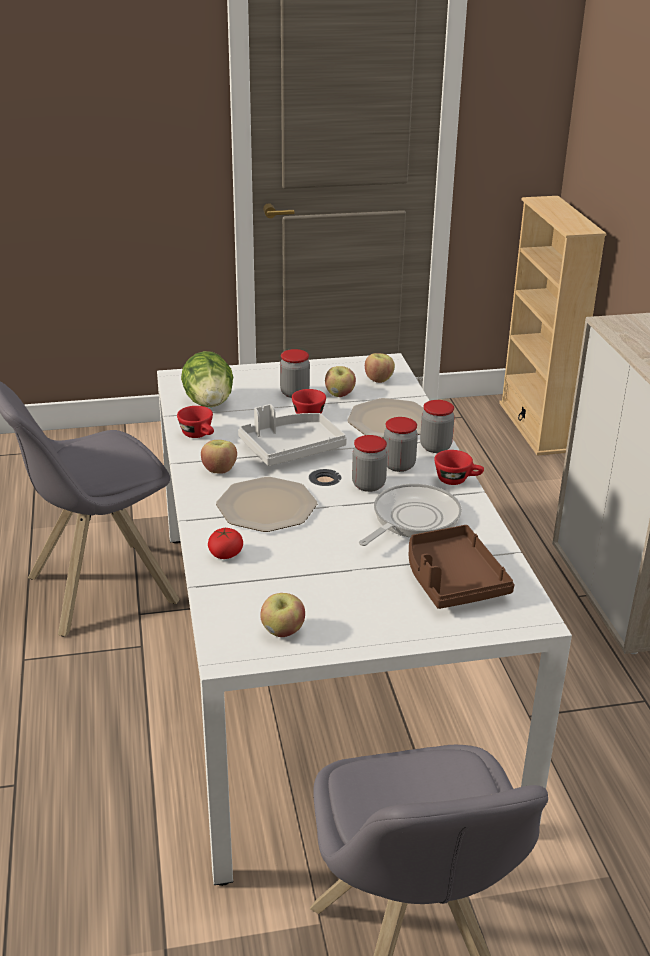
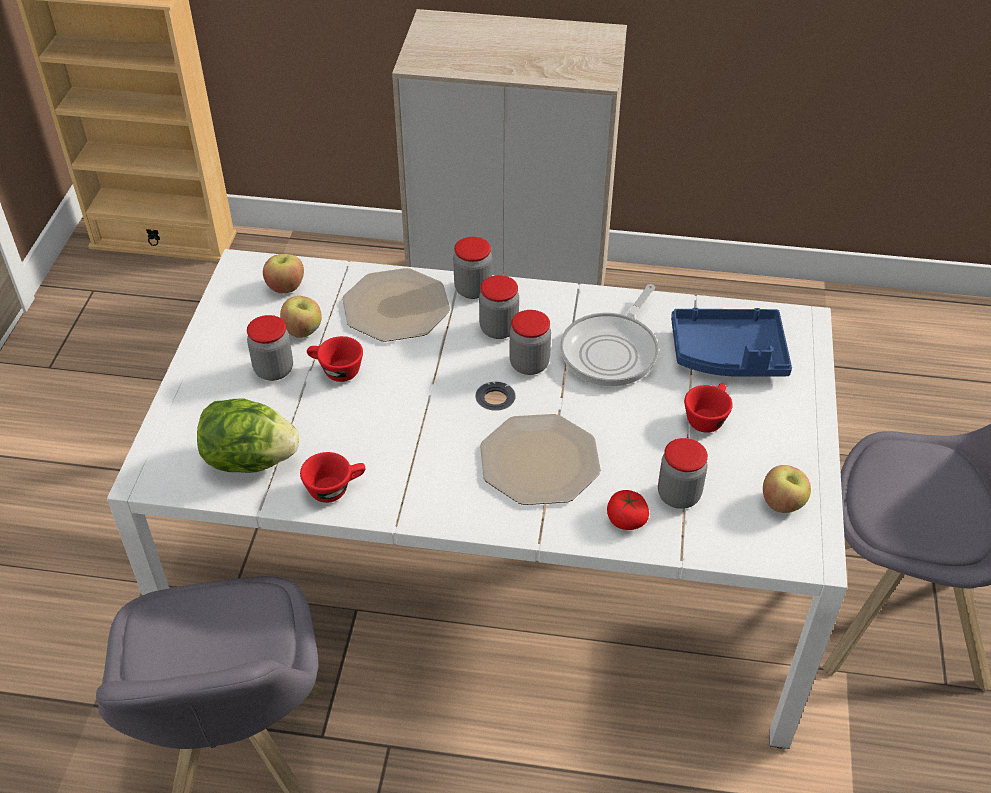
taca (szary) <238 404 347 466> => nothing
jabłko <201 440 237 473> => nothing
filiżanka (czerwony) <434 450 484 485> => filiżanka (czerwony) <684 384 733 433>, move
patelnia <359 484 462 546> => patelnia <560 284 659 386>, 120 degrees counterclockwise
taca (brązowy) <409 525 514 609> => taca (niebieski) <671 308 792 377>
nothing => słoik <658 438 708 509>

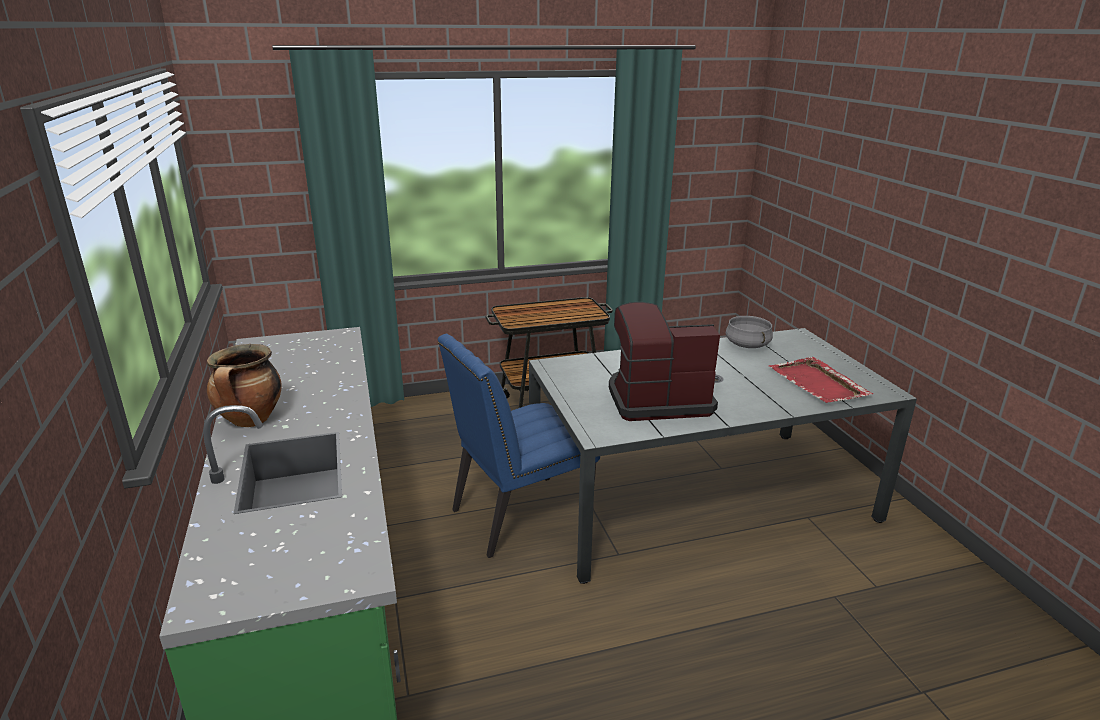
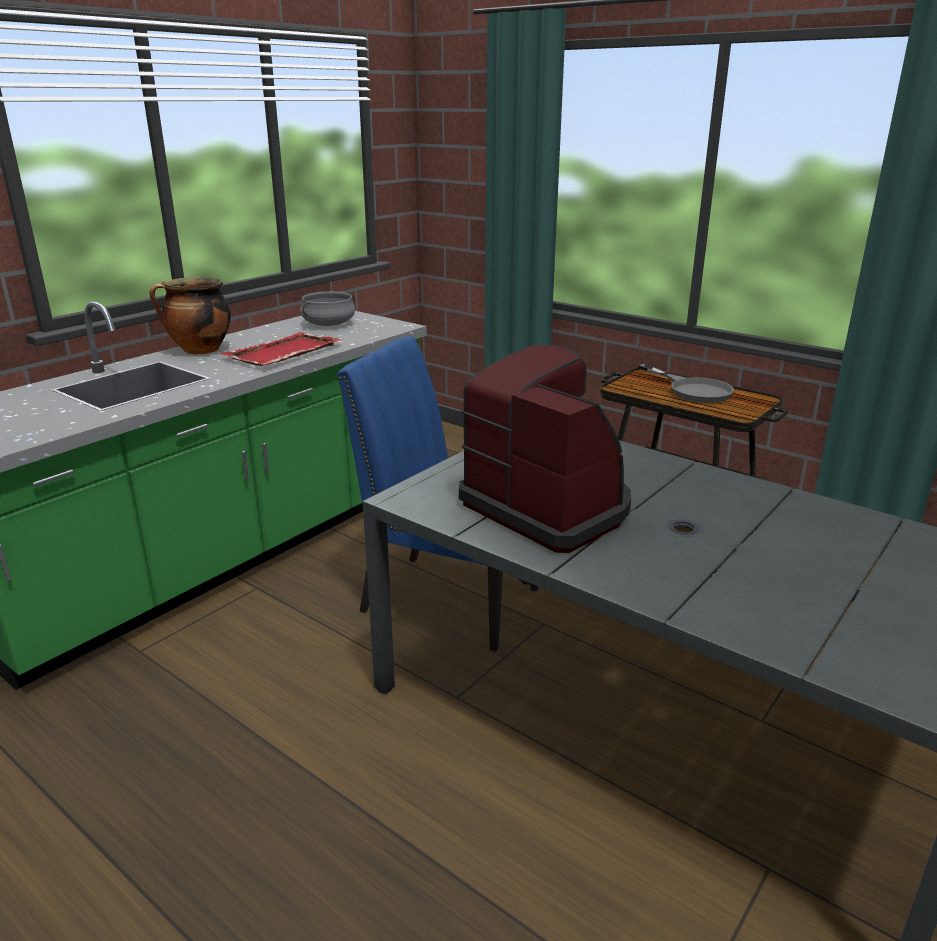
garnek (szary) <726 316 773 348> => garnek (szary) <300 291 355 326>, move
taca (czerwony) <769 357 873 403> => taca (czerwony) <219 332 343 366>, move
nothing => patelnia (szary) <638 364 734 403>

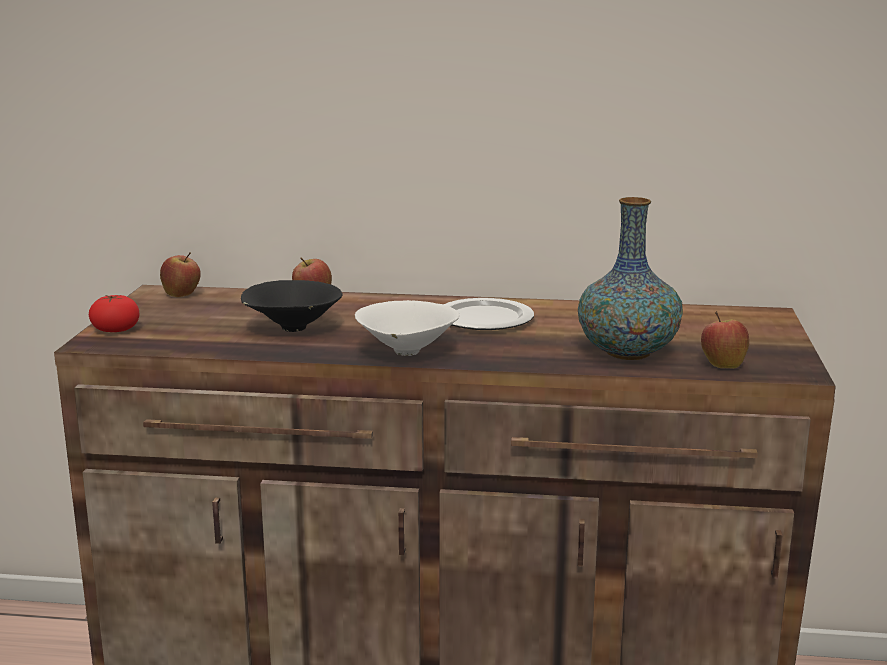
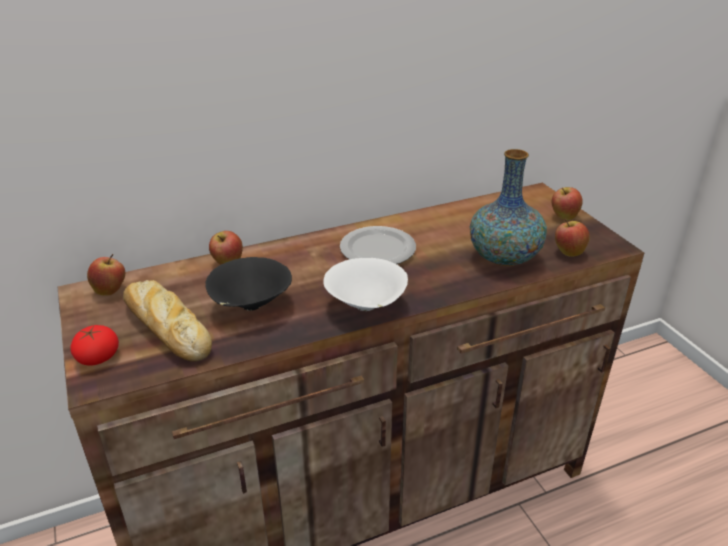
nothing => jabłko <552 187 583 220>
nothing => chleb <123 280 212 362>

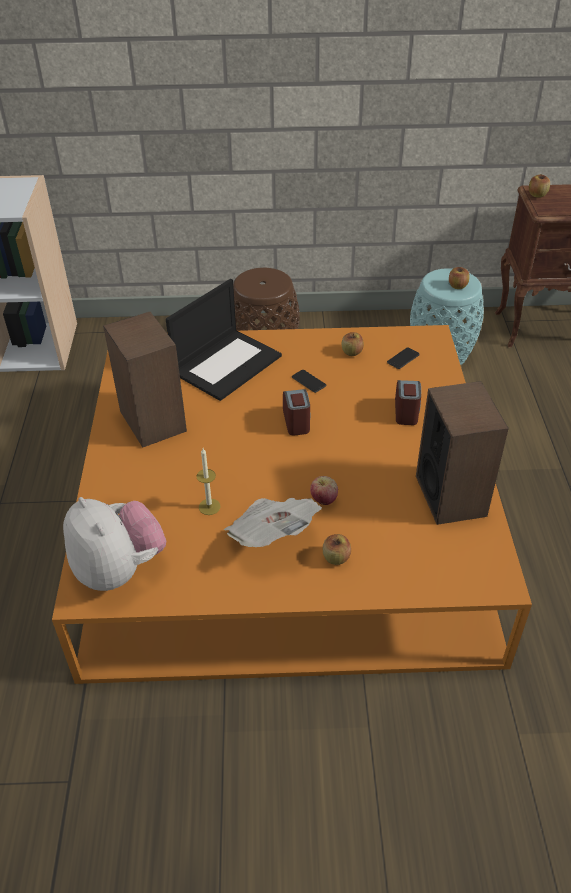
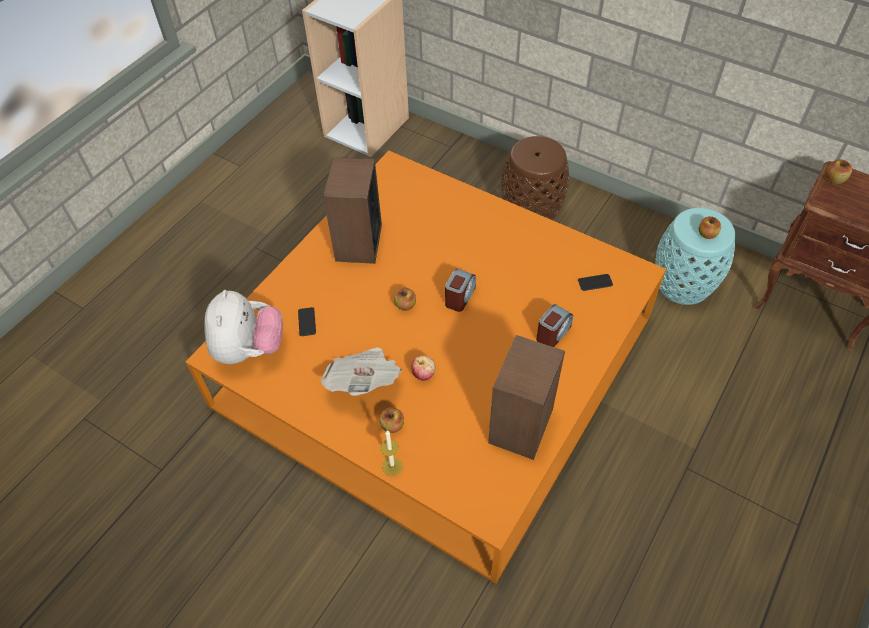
laptop <166 279 282 401> => nothing
jabłko <342 332 364 356> => jabłko <394 287 416 311>, move
telefon <292 370 326 393> => telefon <298 307 316 336>, move
świeca <196 448 220 515> => świeca <381 431 402 476>, move

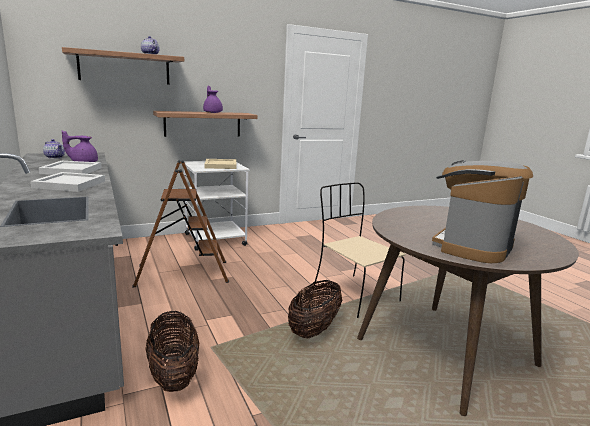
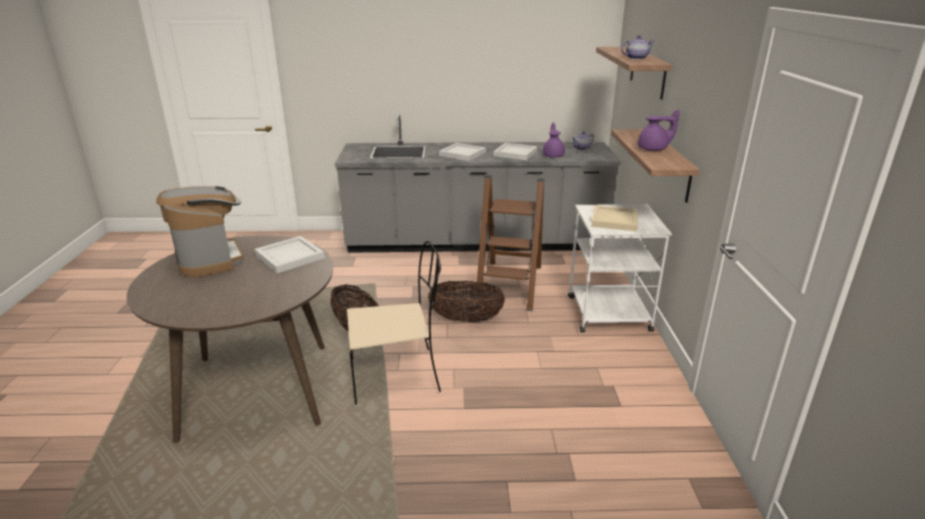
koszyk <146 311 199 392> => koszyk <428 281 505 322>, move
nothing => taca (biały) <254 236 325 273>

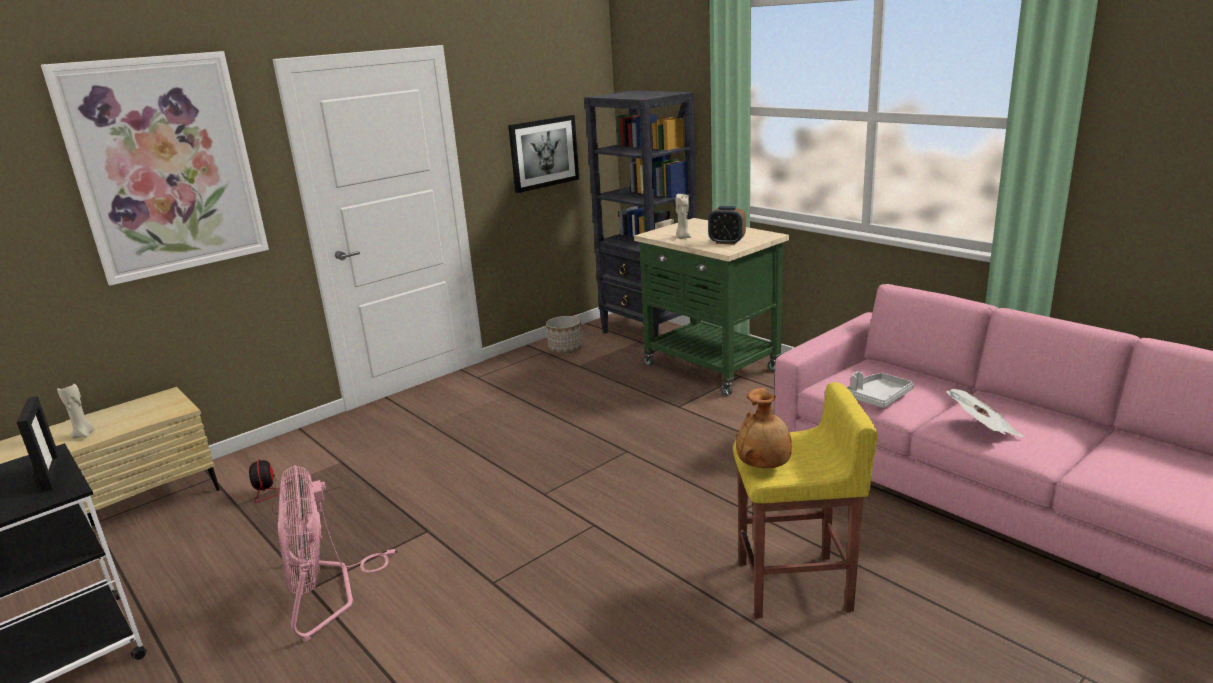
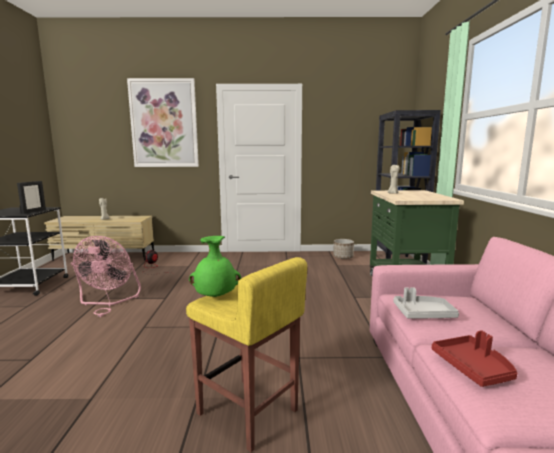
obraz <508 115 579 193> => nothing
budzik <708 206 746 245> => nothing
wazon (brązowy) <736 387 792 468> => wazon (zielony) <189 236 241 297>
gazeta <946 389 1024 437> => taca (czerwony) <432 331 517 387>
wentylator (różowy) <278 465 398 642> => wentylator (różowy) <71 236 141 317>, 75 degrees clockwise

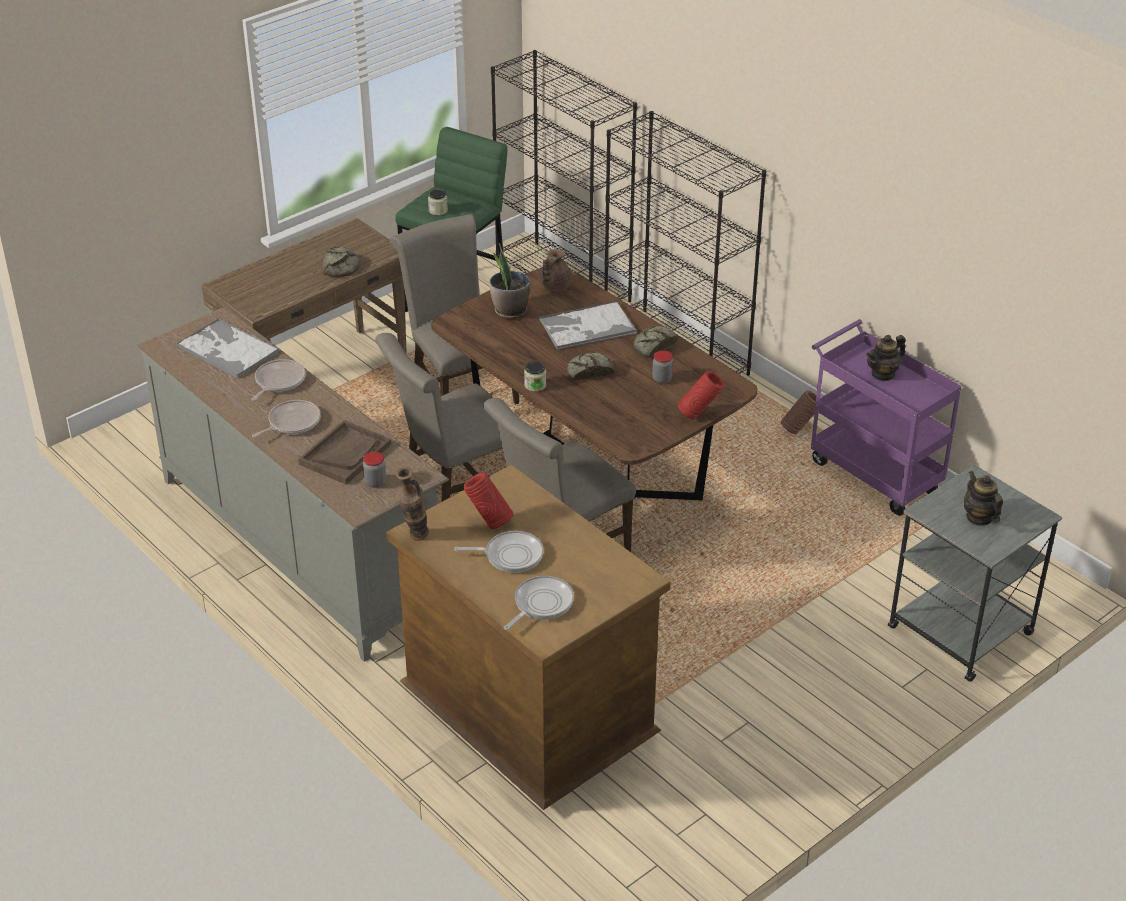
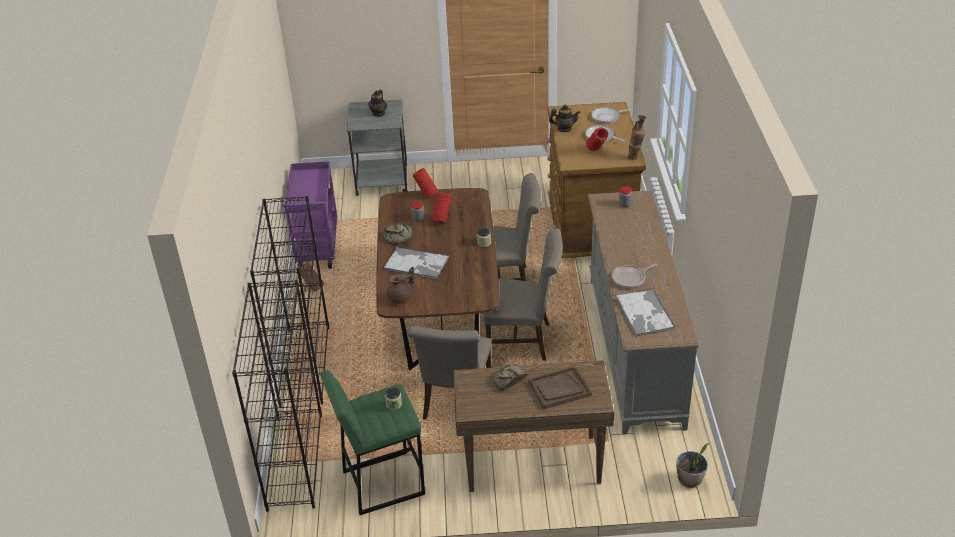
roślina doniczkowa <489 243 530 319> => roślina doniczkowa <676 443 709 488>, move
imbryk <866 335 906 381> => imbryk <549 104 580 132>, move
chleb <567 352 615 381> => nothing
patelnia <252 400 321 438> => nothing
taca (brązowy) <298 420 391 485> => taca (brązowy) <528 366 592 409>, move
nothing => wazon (czerwony) <432 192 452 222>

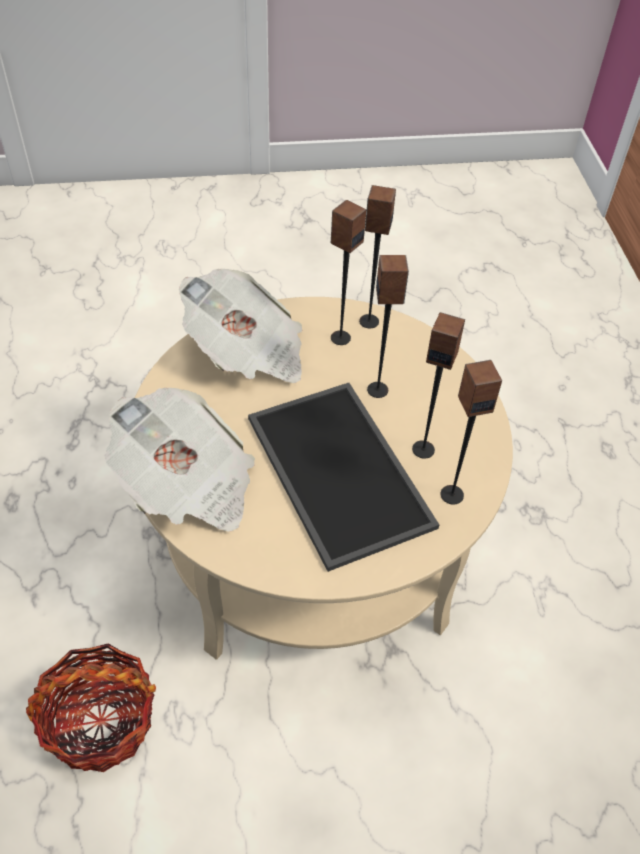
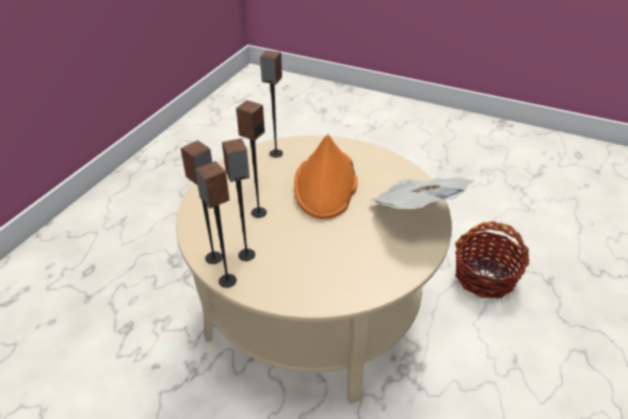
gazeta <179 269 302 383> => nothing
głośnik <412 312 465 459> => głośnik <195 161 237 288>, move
taca <248 383 439 572> => kapelusz (pomarańczowy) <294 134 358 219>

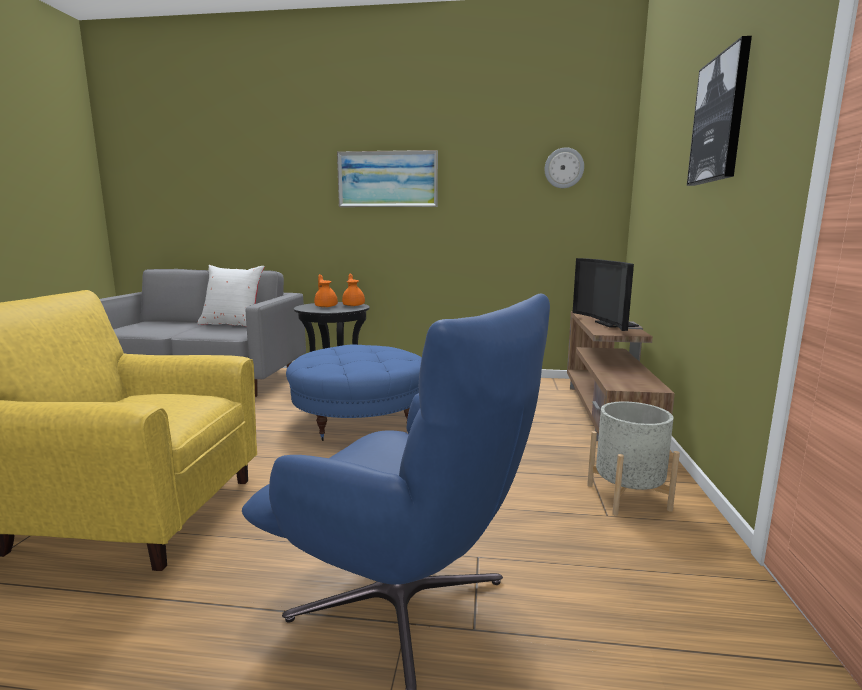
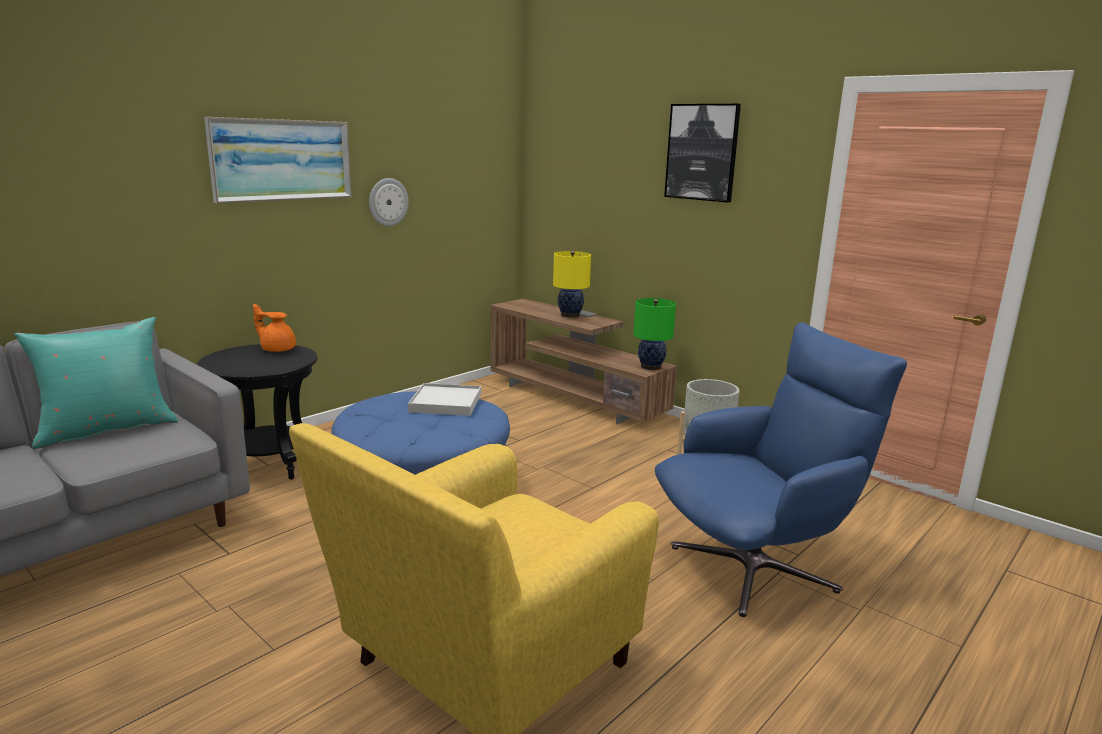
zegar ścienny <545 147 584 188> => zegar ścienny <369 178 409 226>, move
telewizor <572 258 639 331> => lampa stołowa (żółty) <553 251 591 318>
poduszka (biały) <197 265 265 327> => poduszka (turkusowy) <14 317 178 449>
imbryk (pomarańczowy) <314 274 338 307> => nothing
nothing => lampa stołowa (zielony) <634 298 676 370>
nothing => taca (biały) <408 383 481 416>

